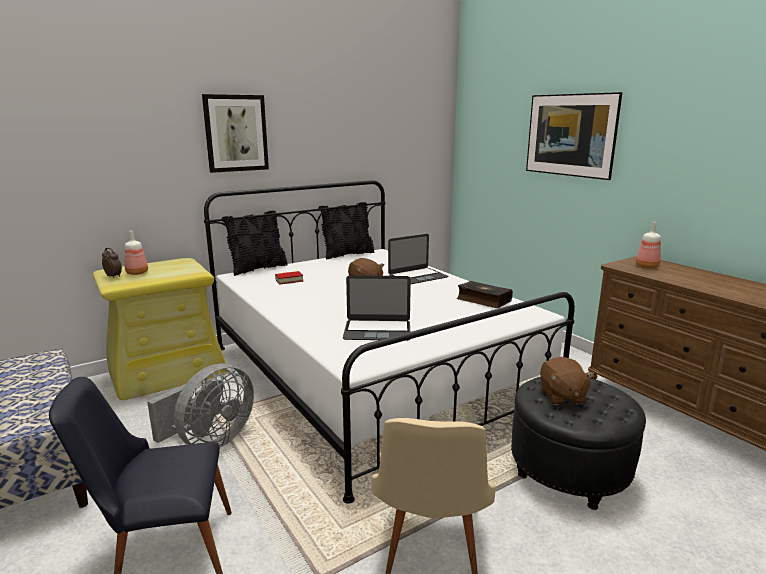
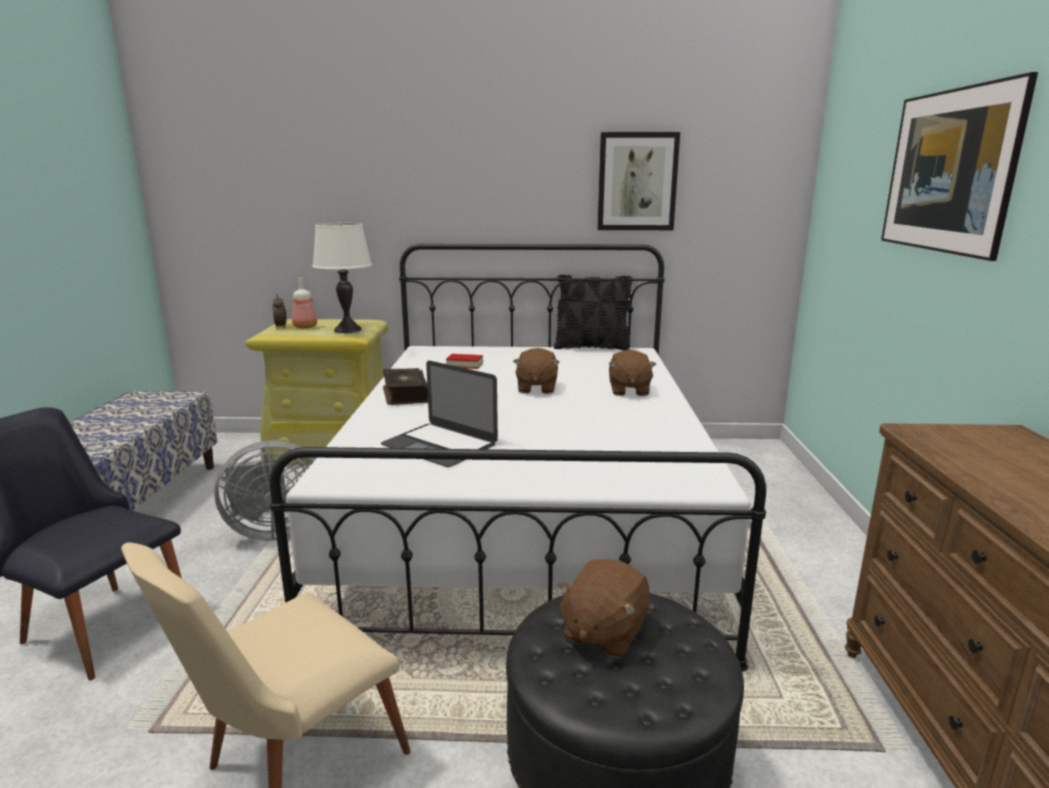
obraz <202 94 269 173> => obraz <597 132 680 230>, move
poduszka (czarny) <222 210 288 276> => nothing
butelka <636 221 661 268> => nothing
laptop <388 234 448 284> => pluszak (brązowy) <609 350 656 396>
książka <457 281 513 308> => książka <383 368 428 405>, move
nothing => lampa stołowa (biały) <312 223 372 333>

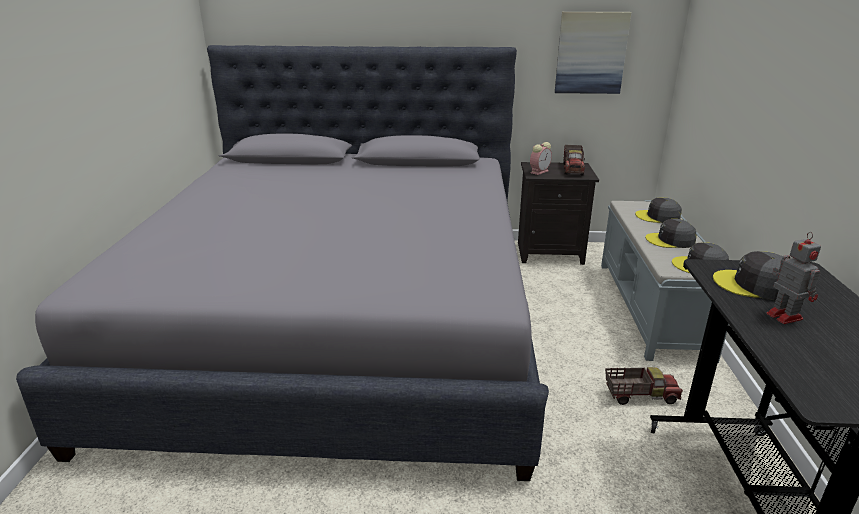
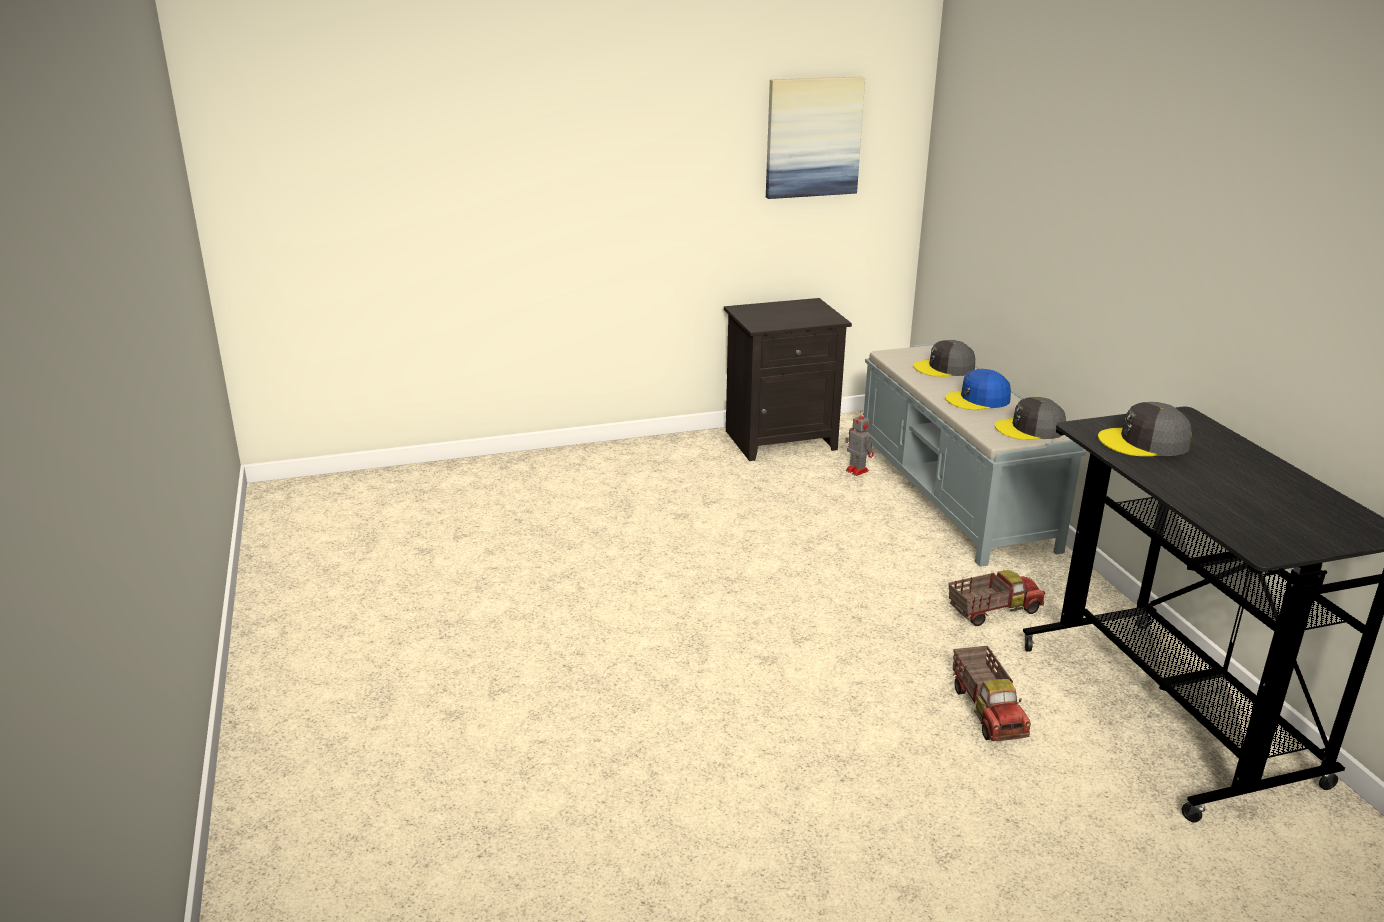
łóżko (szary) <16 45 549 481> => nothing
budzik <530 142 552 175> => nothing
ciężarówka zabawkowa <563 145 585 175> => ciężarówka zabawkowa <953 646 1031 741>, move
czapka z daszkiem (szary) <645 219 697 248> => czapka z daszkiem (niebieski) <945 369 1011 410>
robot zabawkowy <766 232 821 324> => robot zabawkowy <845 411 874 476>, move

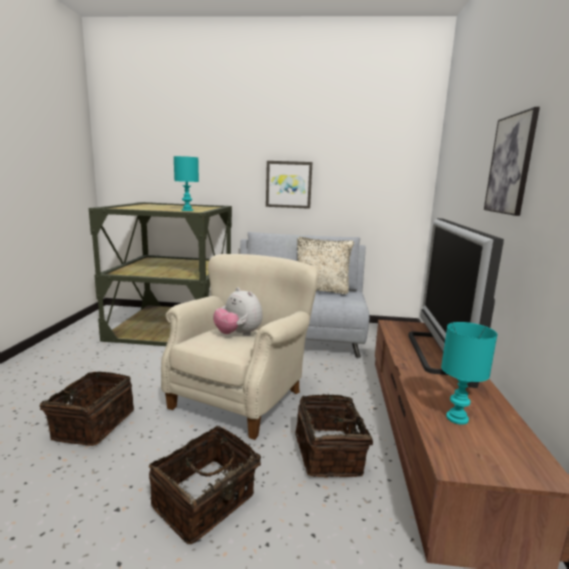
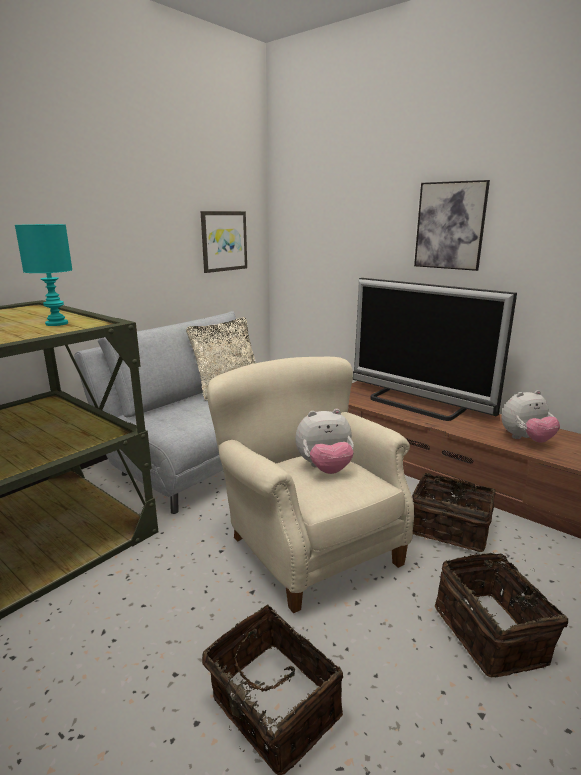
obraz <266 161 312 209> => obraz <201 211 247 273>, move
lampa stołowa (turkusowy) <441 322 498 425> => pluszak <502 390 560 443>

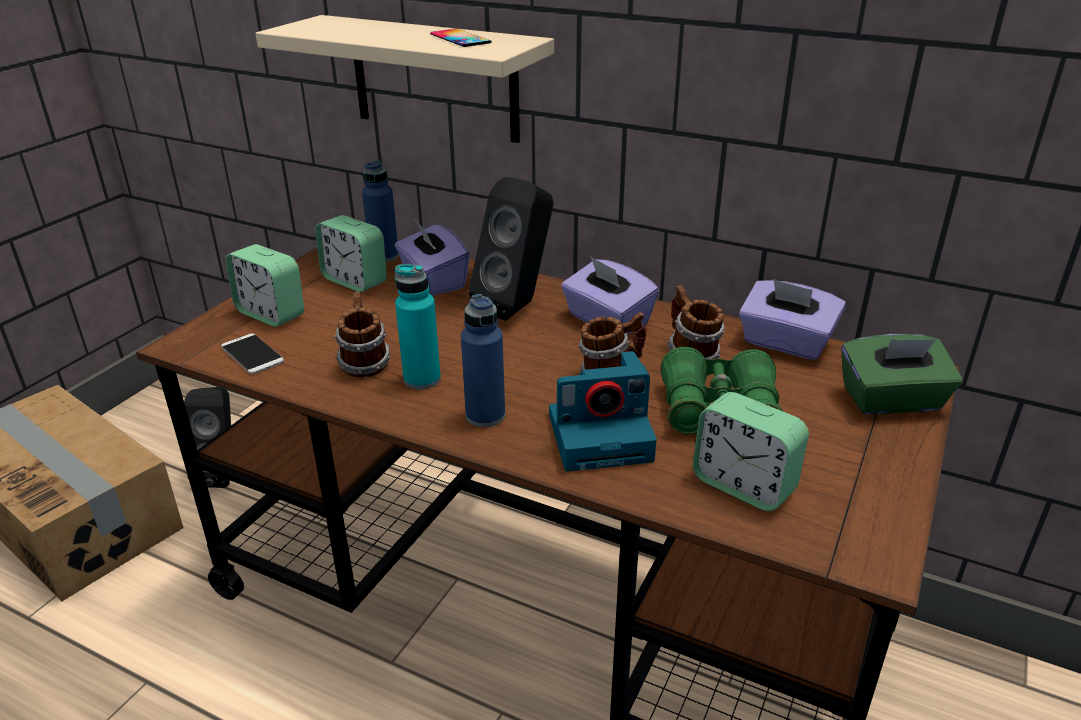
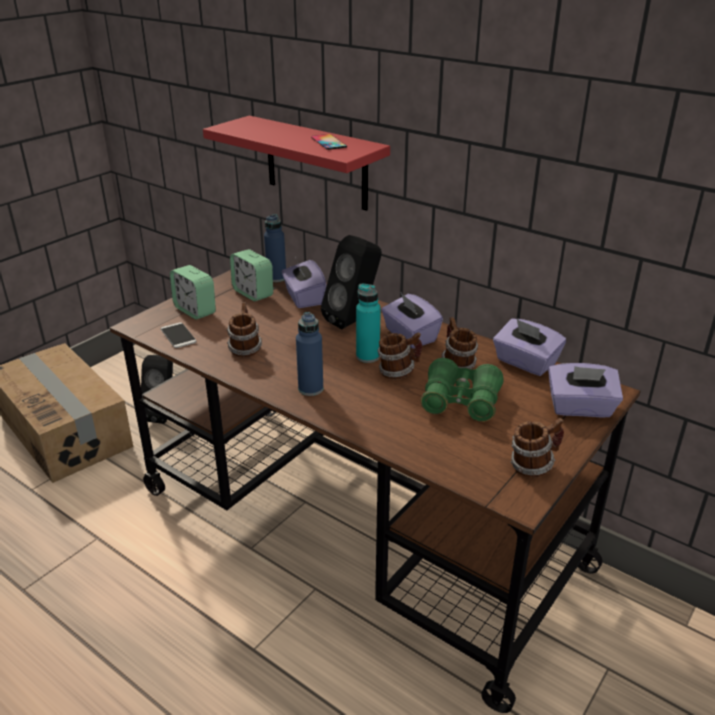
półka (beżowy) <255 15 554 143> => półka (czerwony) <203 116 390 211>
butelka (turkusowy) <395 264 441 390> => butelka (turkusowy) <356 284 381 363>, move
pudełko chusteczek (zielony) <841 334 963 415> => pudełko chusteczek (fioletowy) <548 363 623 418>
aparat fotograficzny <549 351 657 471> => nothing
budzik <693 392 809 511> => nothing
nothing => kubek <511 418 564 477>

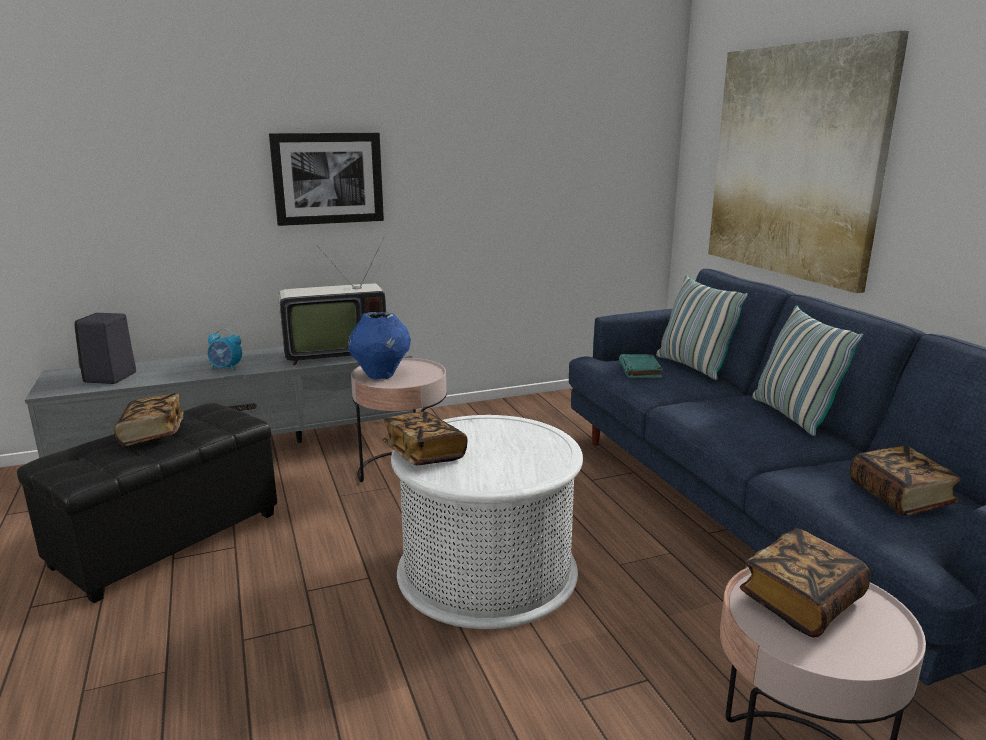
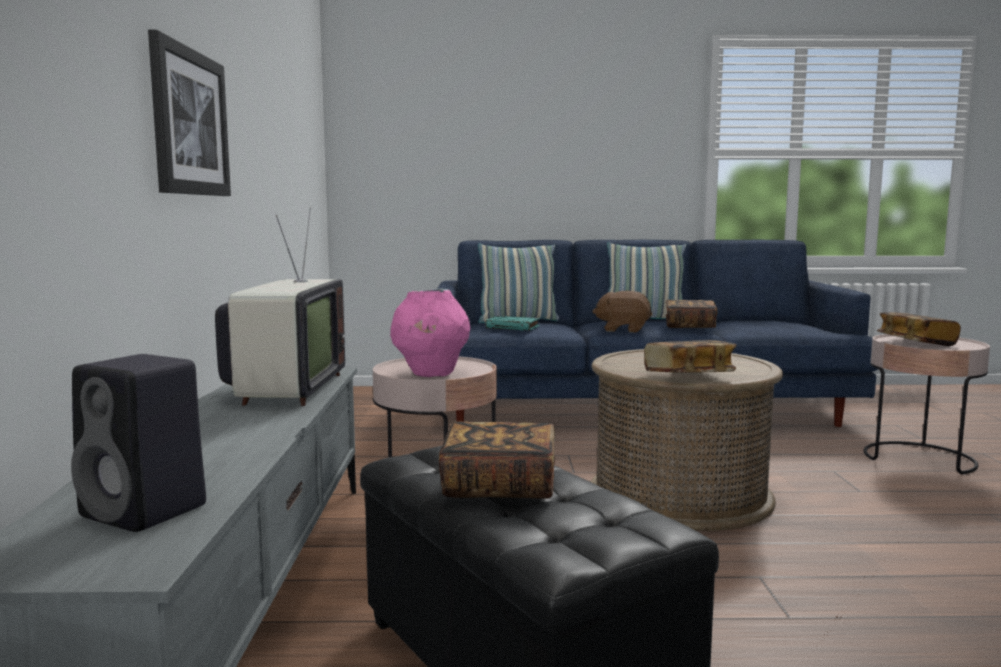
obraz <708 30 909 293> => nothing
wazon (niebieski) <348 312 411 380> => wazon (różowy) <390 289 470 377>
budzik <207 328 242 371> => nothing
ława (biały) <391 415 583 629> => ława (brązowy) <591 349 783 531>
książka <850 446 962 516> => książka <666 300 717 328>, move
nothing => pluszak (brązowy) <592 291 652 333>

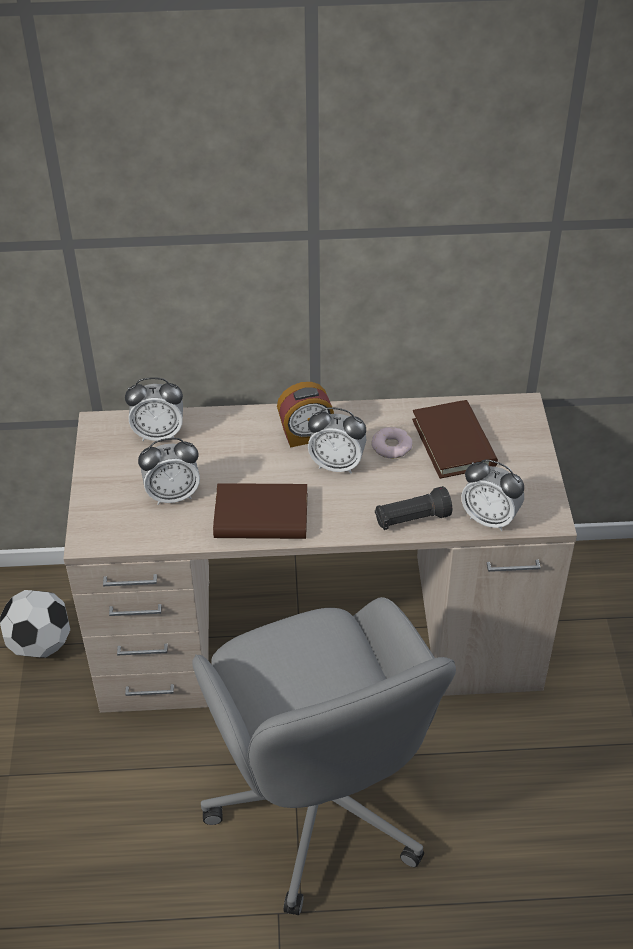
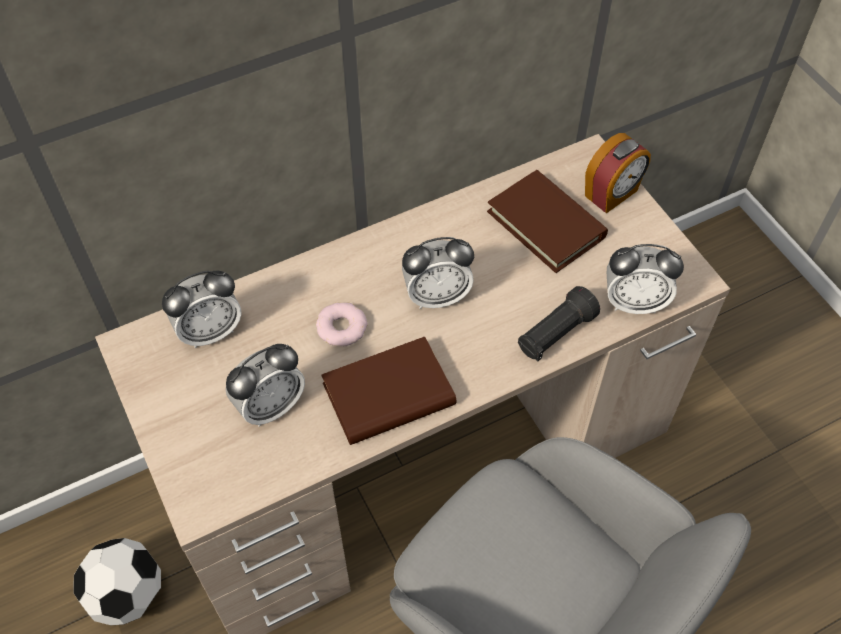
budzik <277 382 334 448> => budzik <585 133 651 214>, move
donut <371 427 413 458> => donut <316 303 368 346>, move

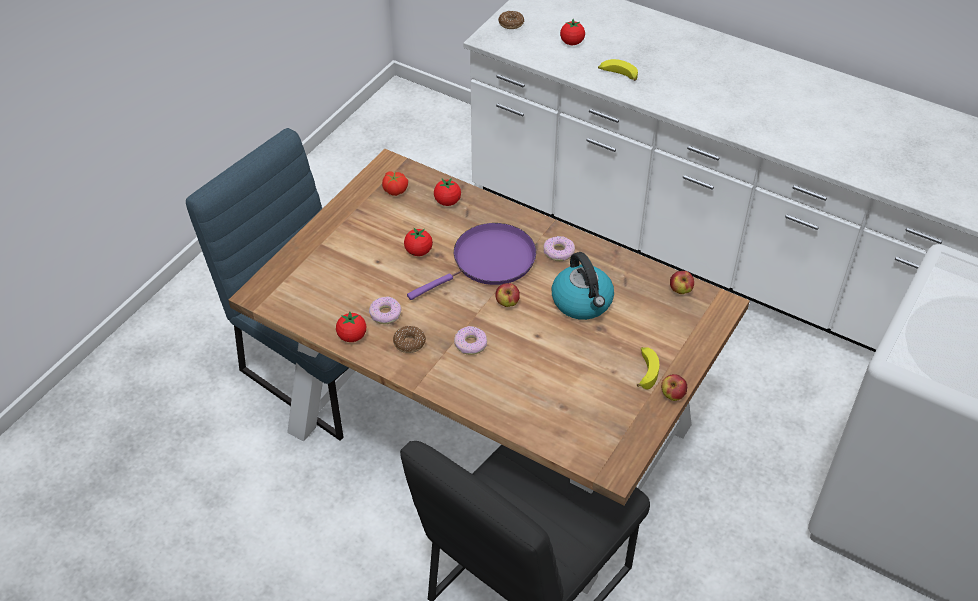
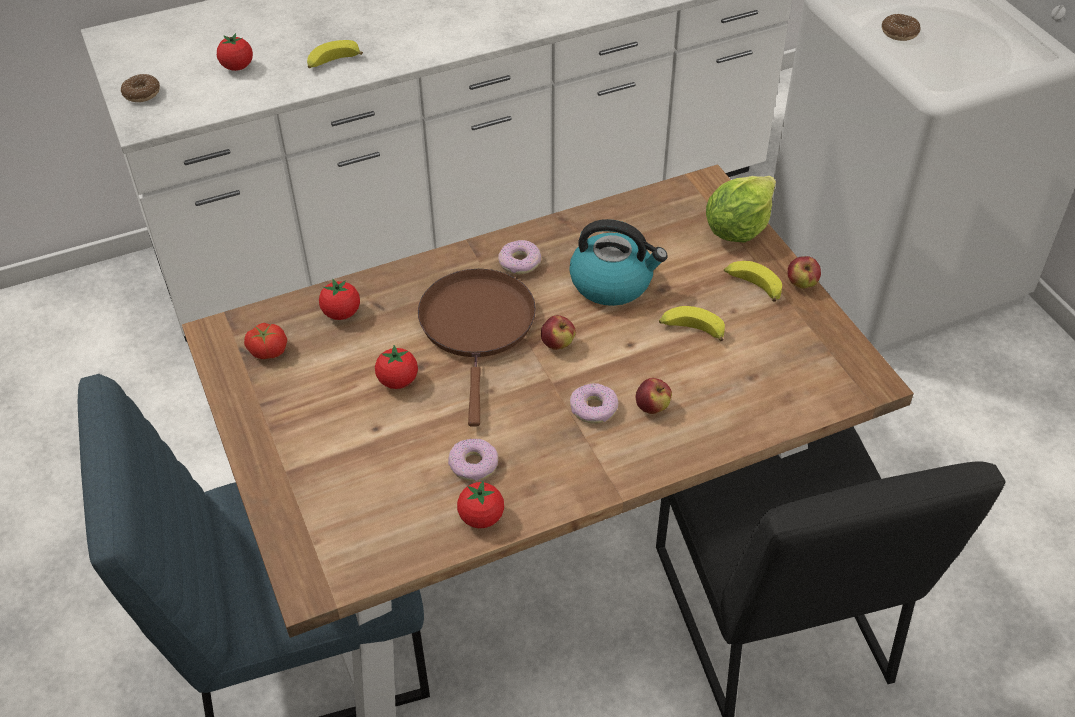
patelnia (fioletowy) <407 223 536 300> => patelnia (brązowy) <418 269 536 427>
jabłko <670 271 694 294> => jabłko <636 378 672 414>, move
donut <393 326 426 353> => donut <882 14 921 41>, move
nothing => sałata <706 176 776 243>
nothing => banan <659 306 725 341>

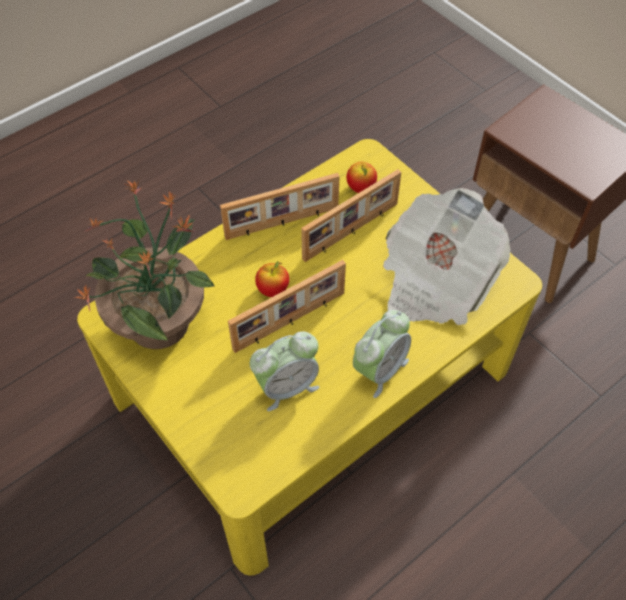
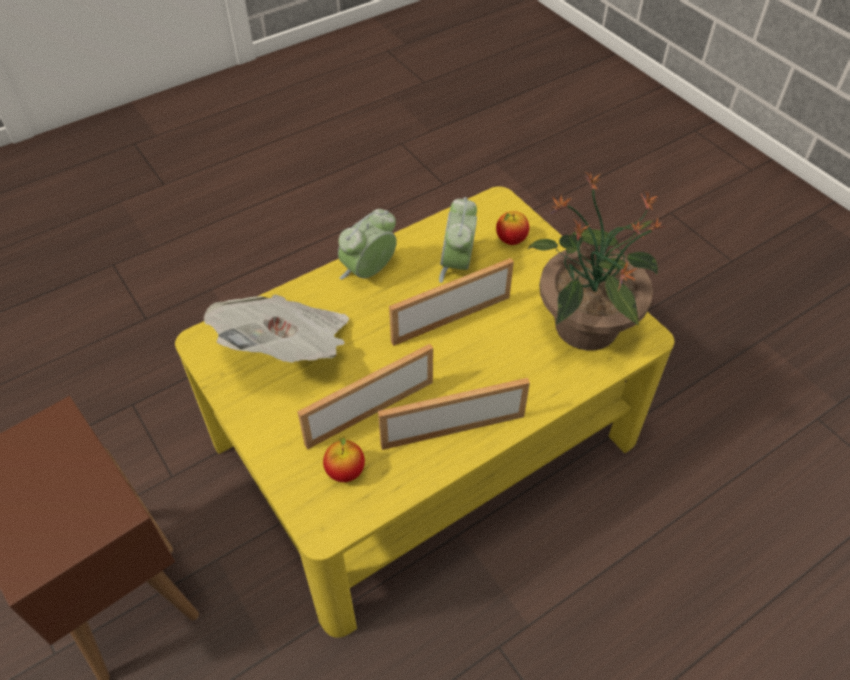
jabłko <255 261 289 297> => jabłko <496 211 529 245>, move
budzik <250 331 320 411> => budzik <439 197 477 283>, 60 degrees counterclockwise

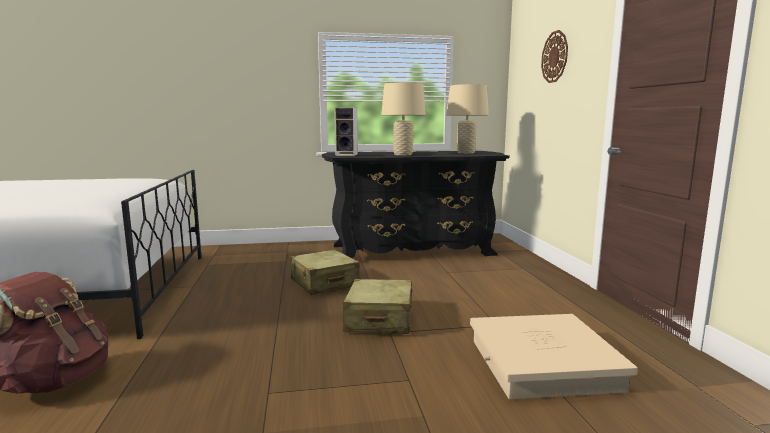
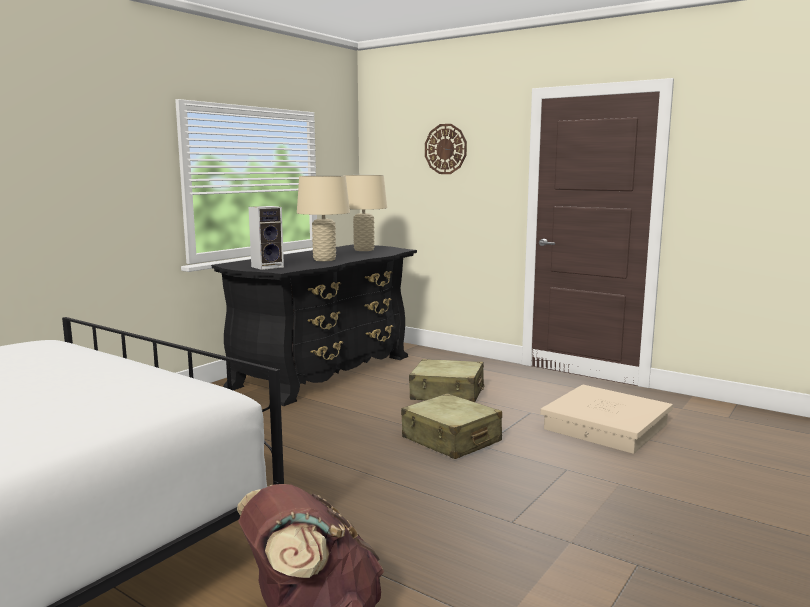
walizka (beżowy) <290 249 360 295> => walizka (beżowy) <409 359 484 402>, move

